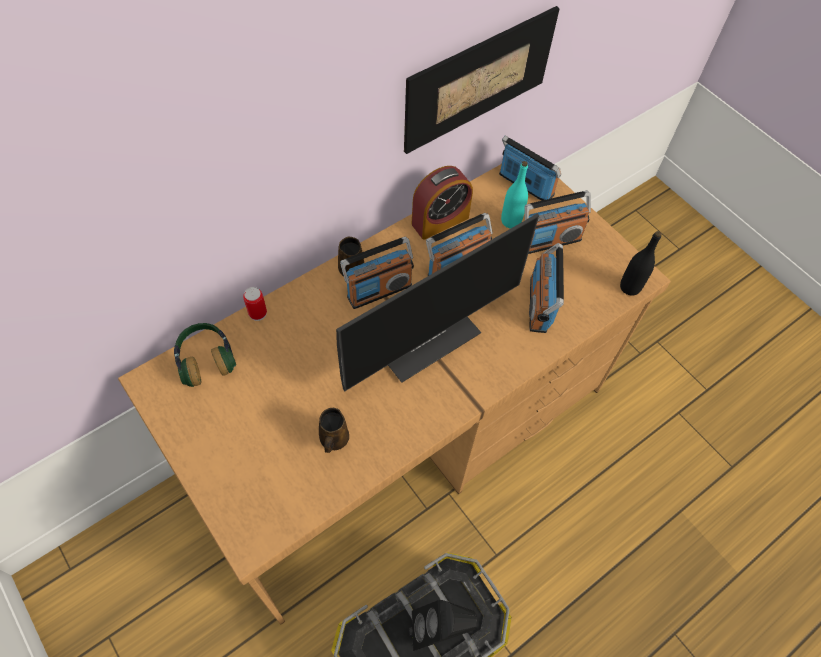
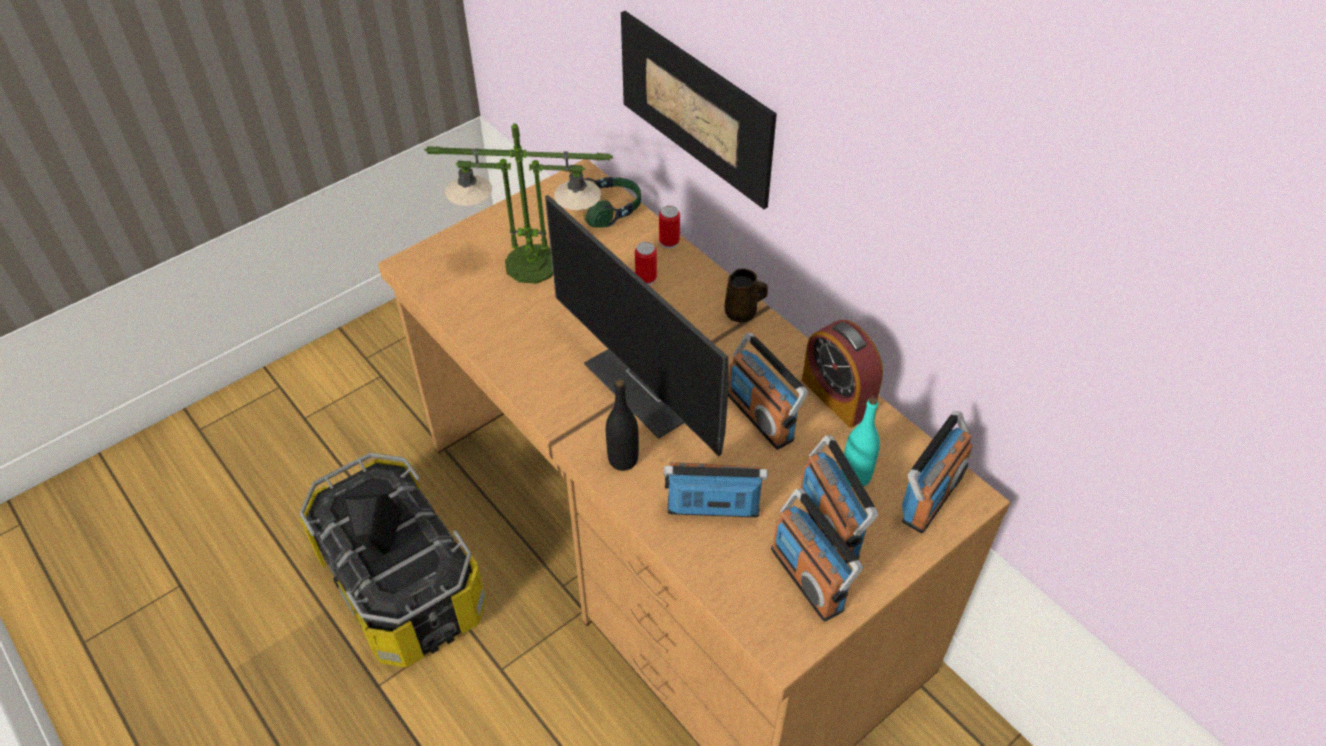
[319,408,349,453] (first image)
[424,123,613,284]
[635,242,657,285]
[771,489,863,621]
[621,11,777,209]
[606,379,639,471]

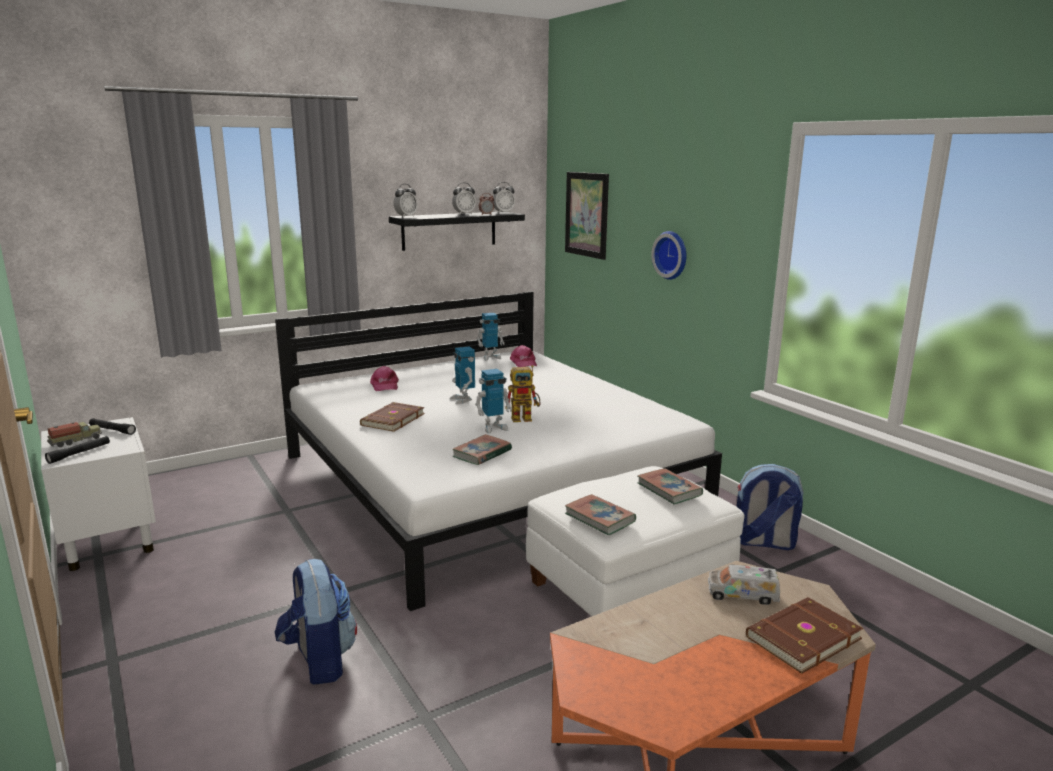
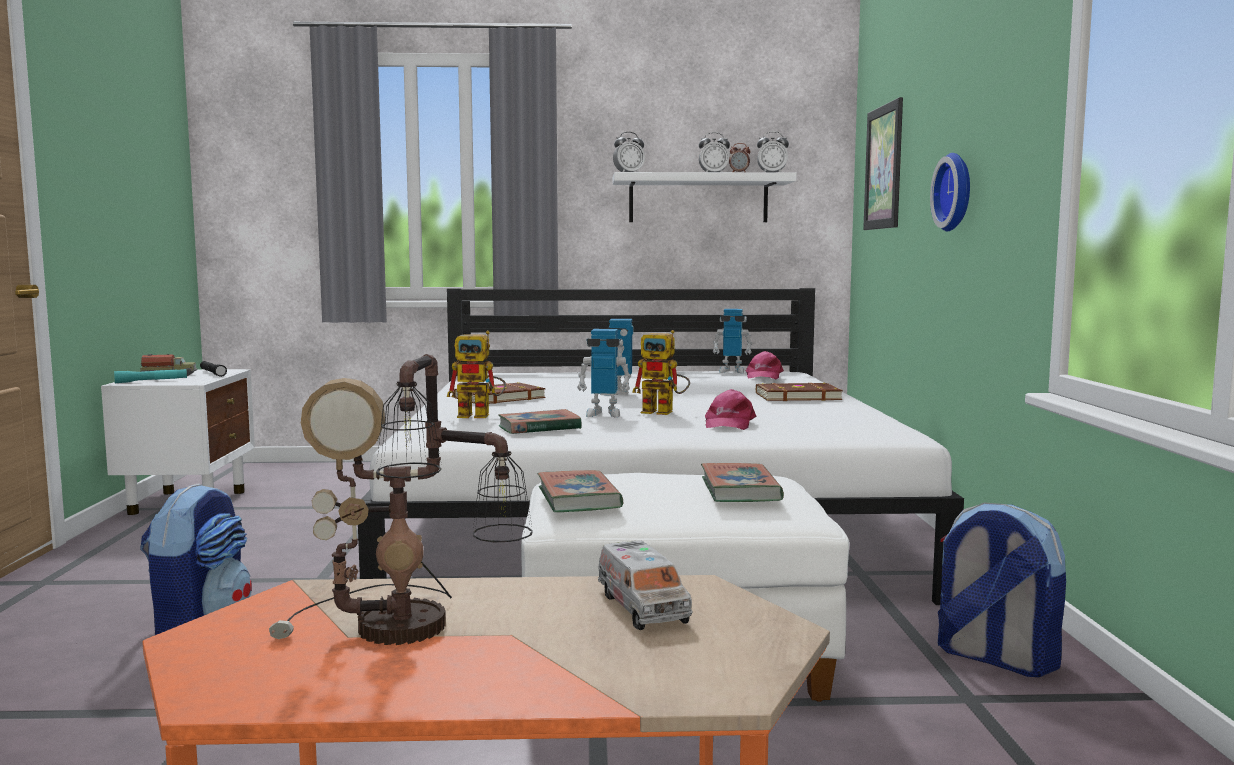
[269,354,533,645]
[447,331,506,418]
[705,389,757,430]
[756,383,843,401]
[114,369,187,383]
[613,172,797,222]
[598,540,693,630]

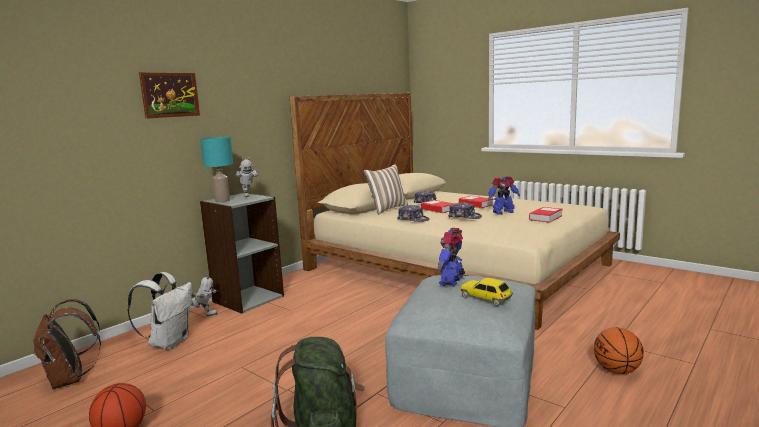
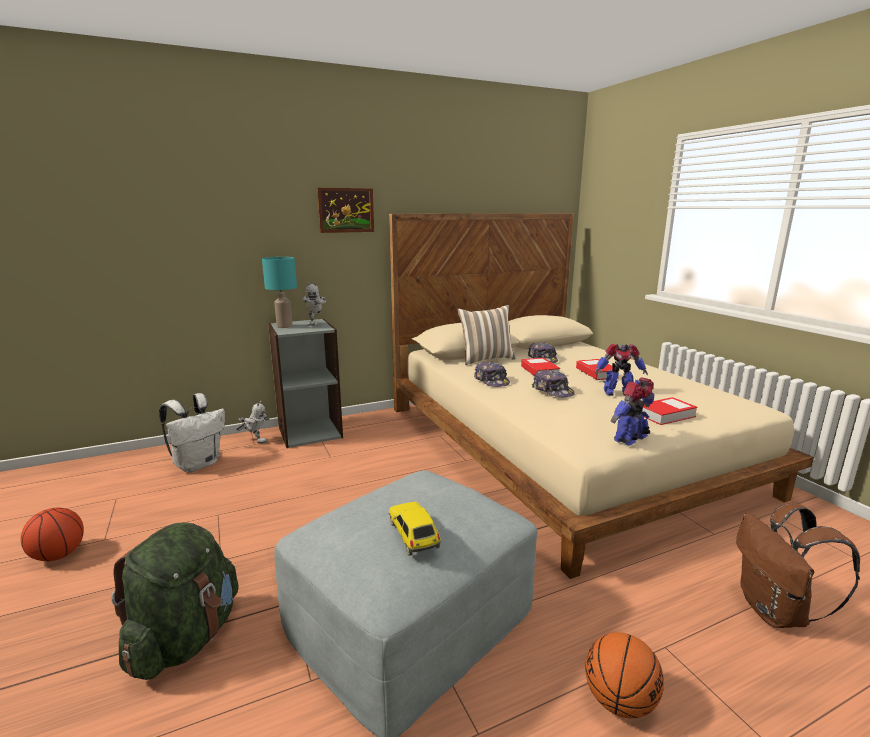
[736,503,860,628]
[317,188,374,233]
[611,377,654,446]

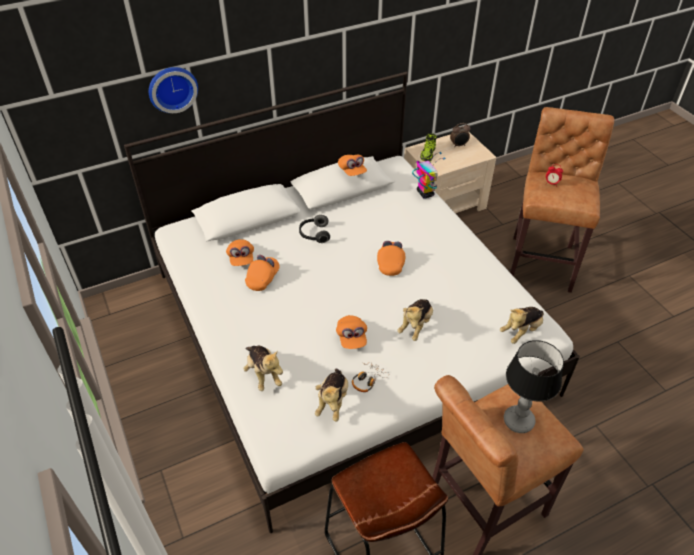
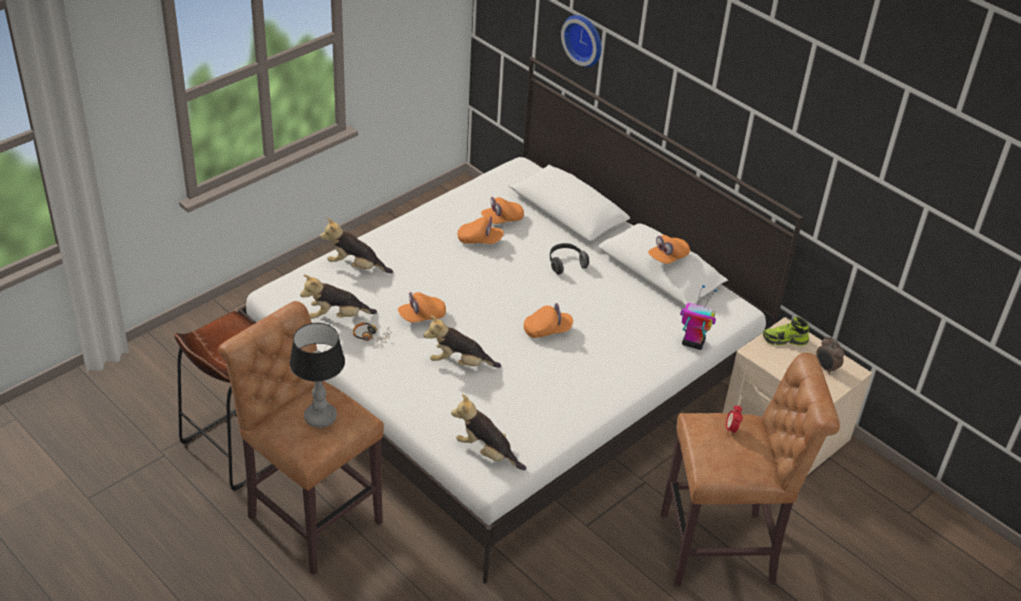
[320,218,393,274]
[680,285,717,350]

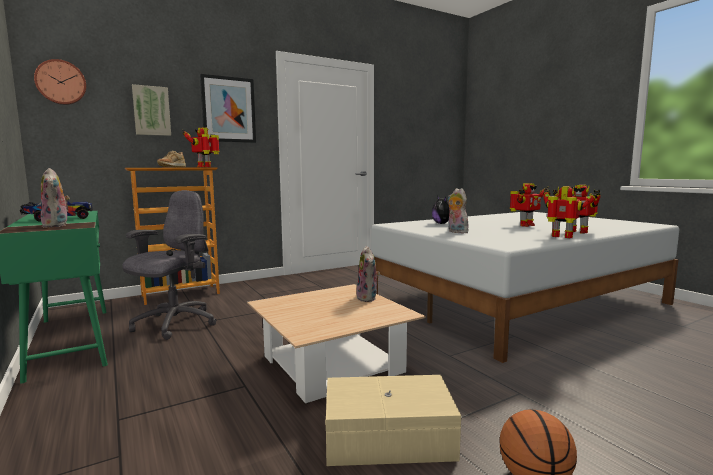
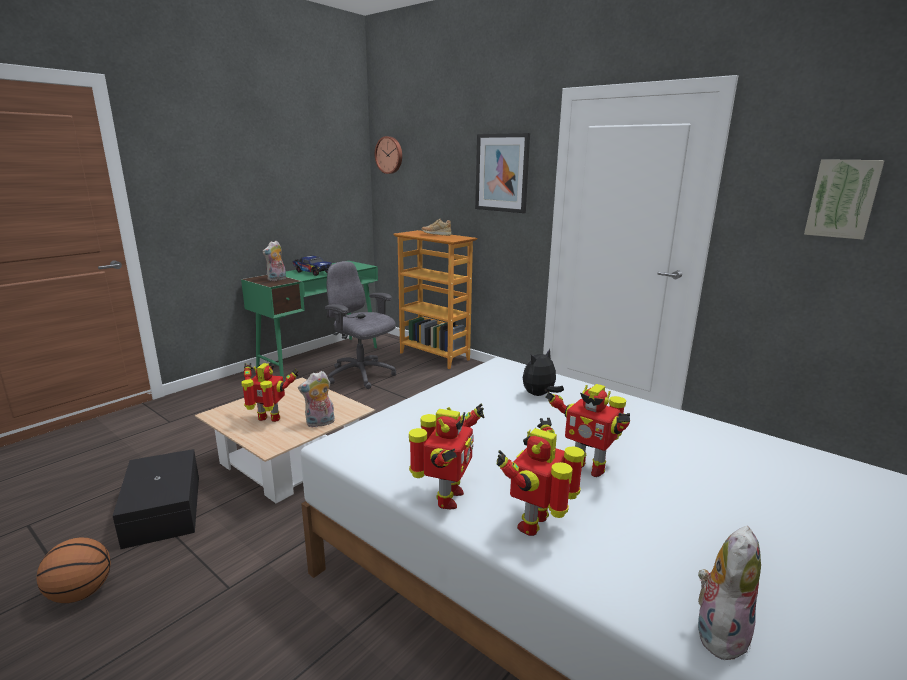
[804,159,885,240]
[241,363,299,422]
[698,526,761,666]
[113,449,199,549]
[325,261,396,389]

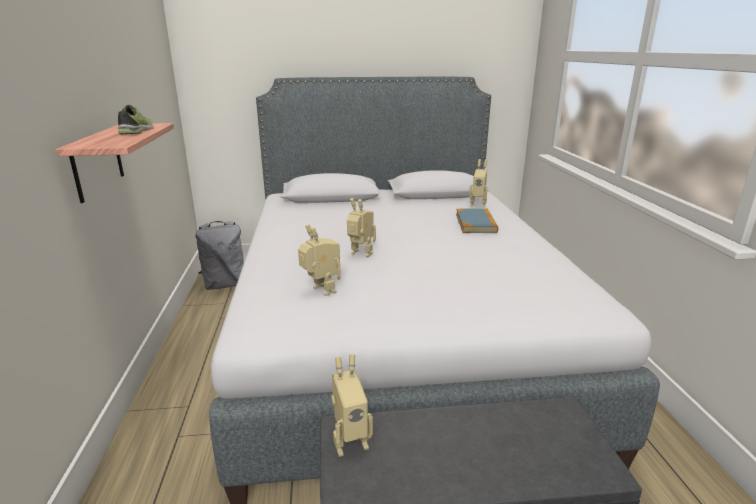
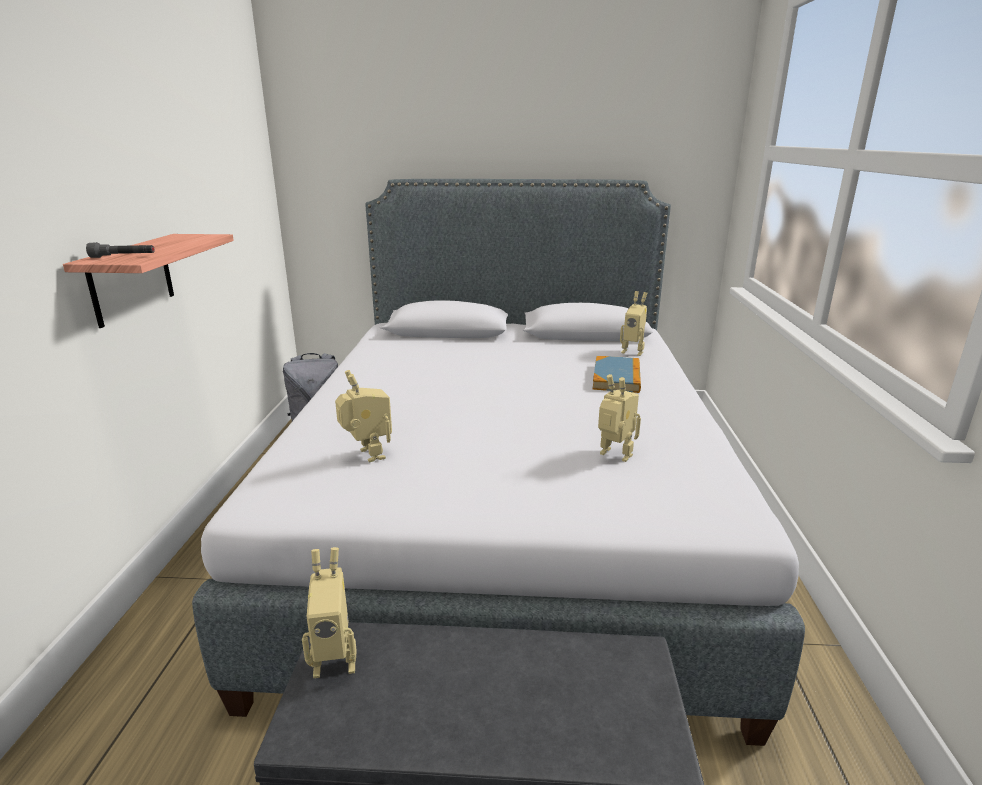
[118,105,154,135] (first image)
[86,242,155,258]
[598,374,641,462]

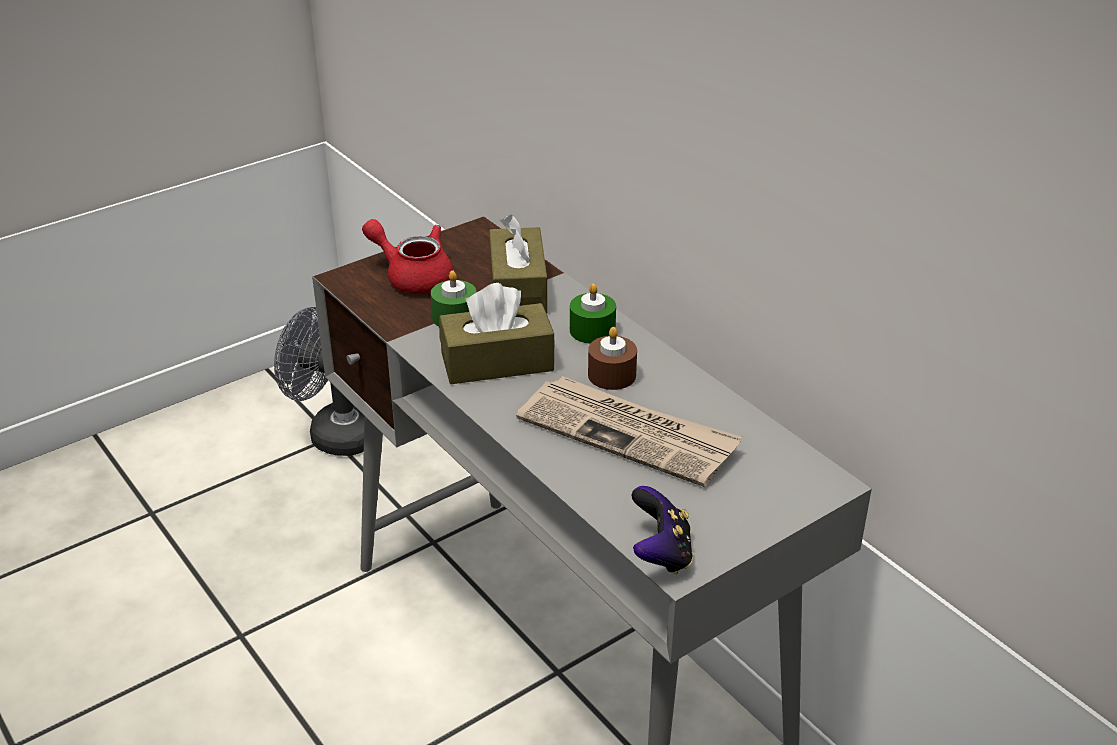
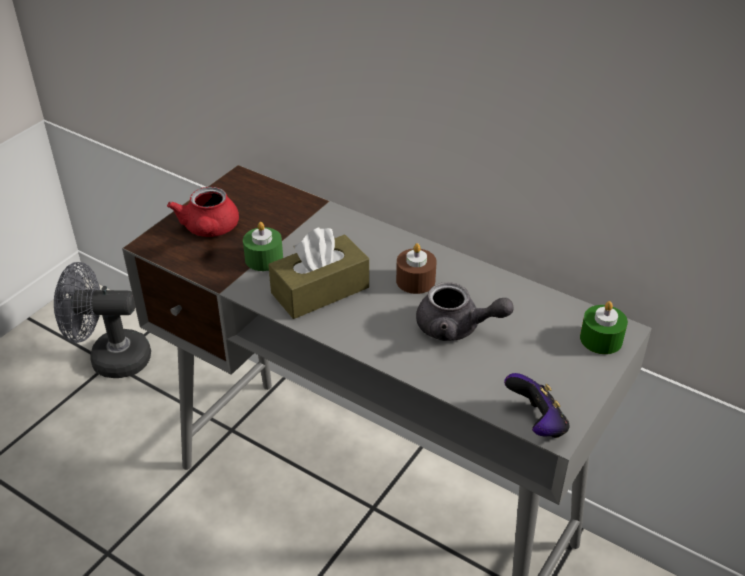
[489,214,547,313] (first image)
[580,301,628,354]
[416,282,514,341]
[167,187,239,237]

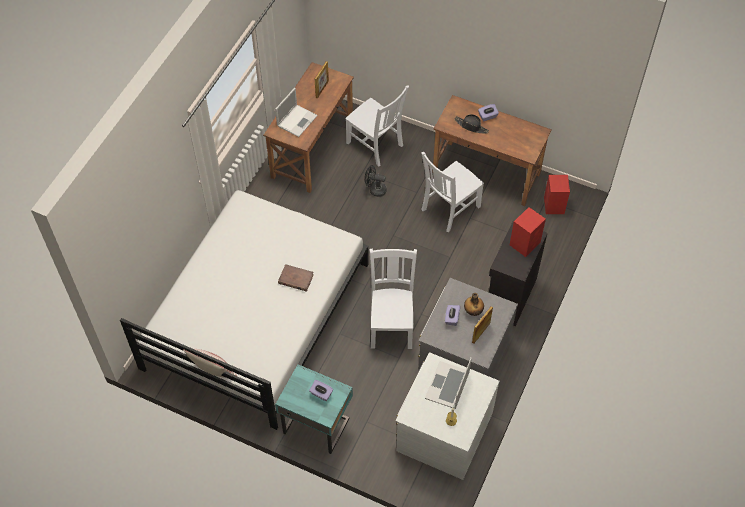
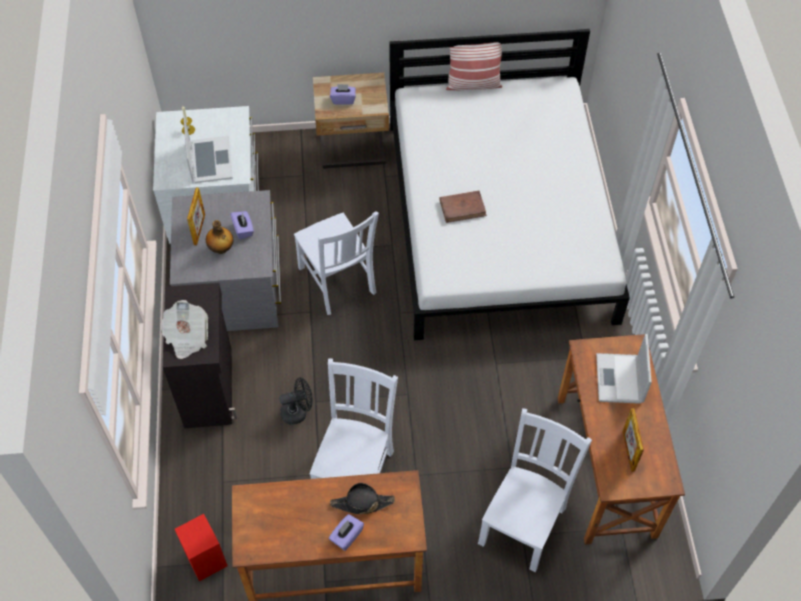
[279,377,313,425]
[160,300,208,359]
[313,73,389,169]
[478,408,592,572]

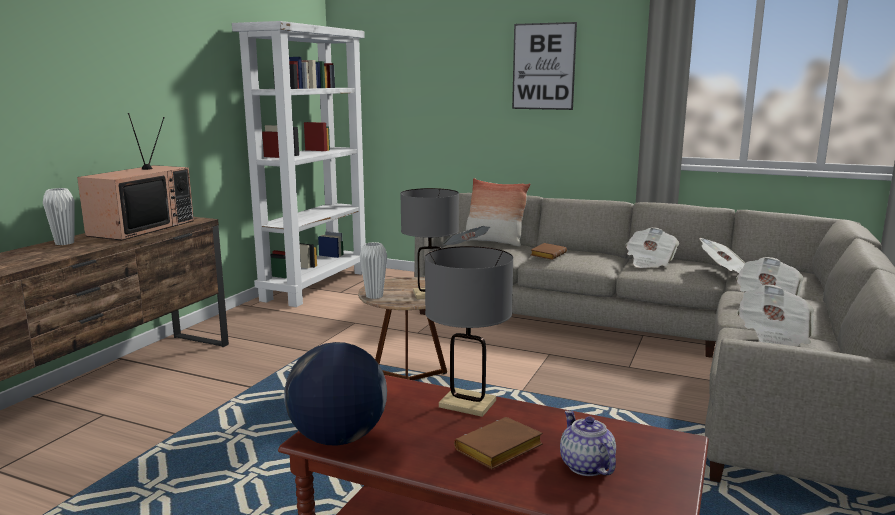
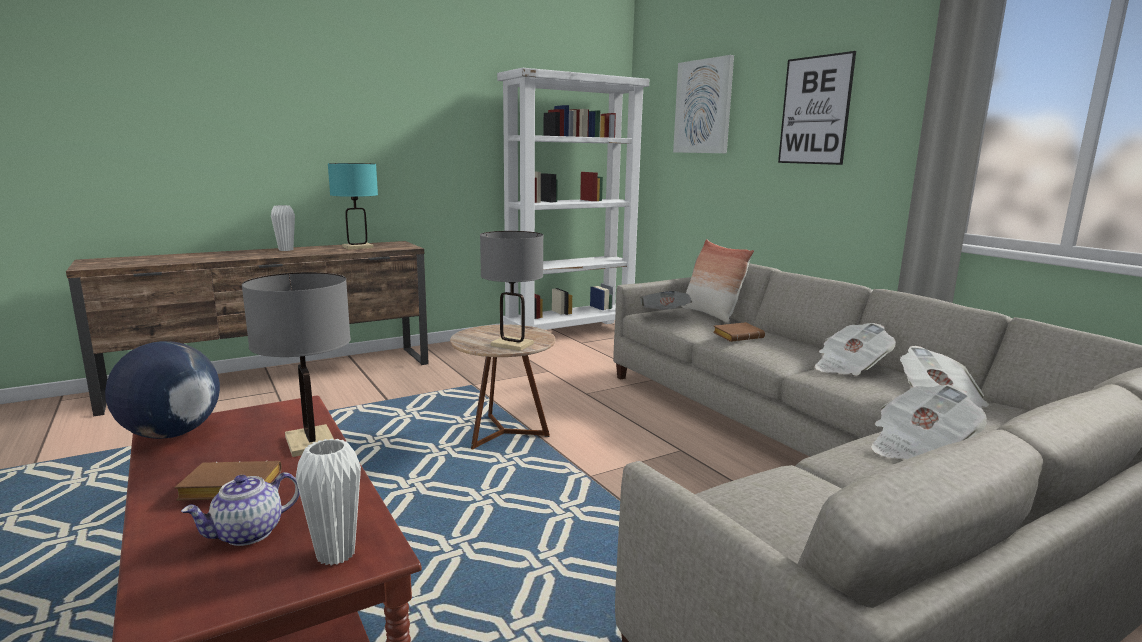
[737,285,814,346] (first image)
[673,55,734,153]
[296,439,361,566]
[328,163,378,250]
[181,472,300,546]

